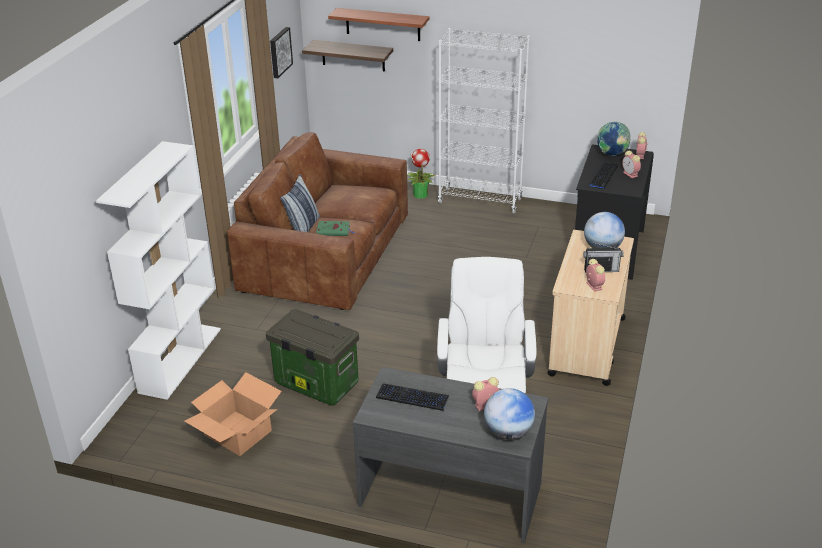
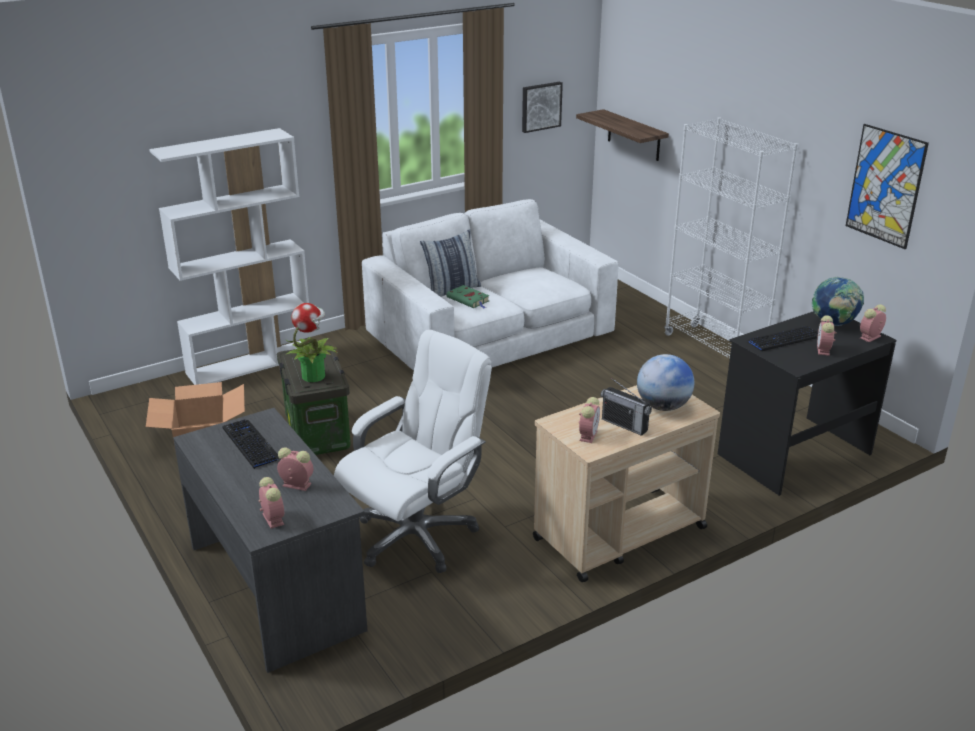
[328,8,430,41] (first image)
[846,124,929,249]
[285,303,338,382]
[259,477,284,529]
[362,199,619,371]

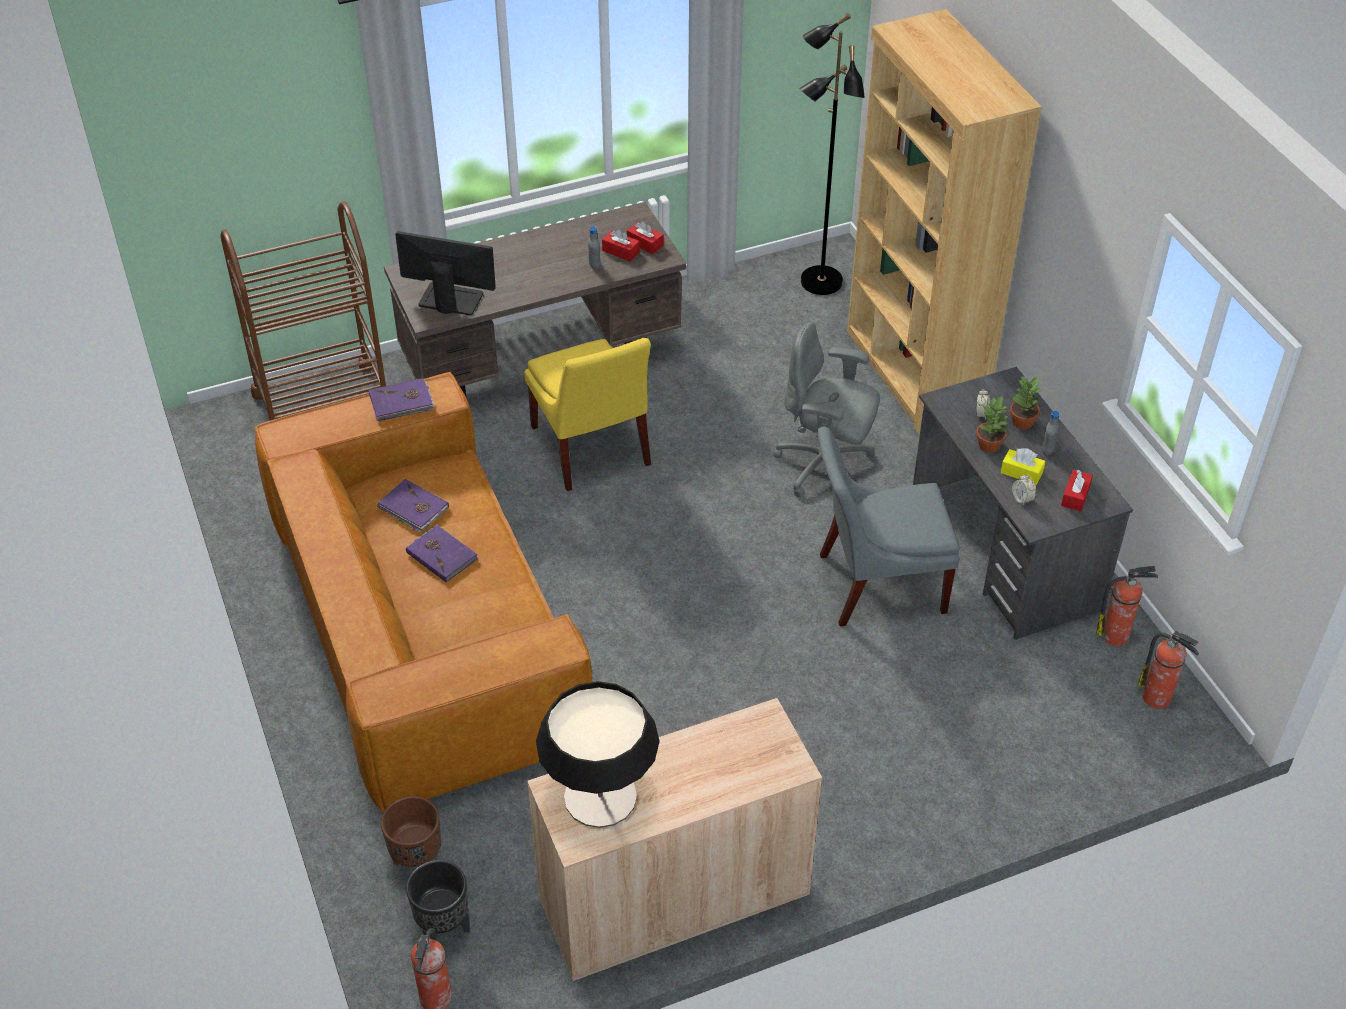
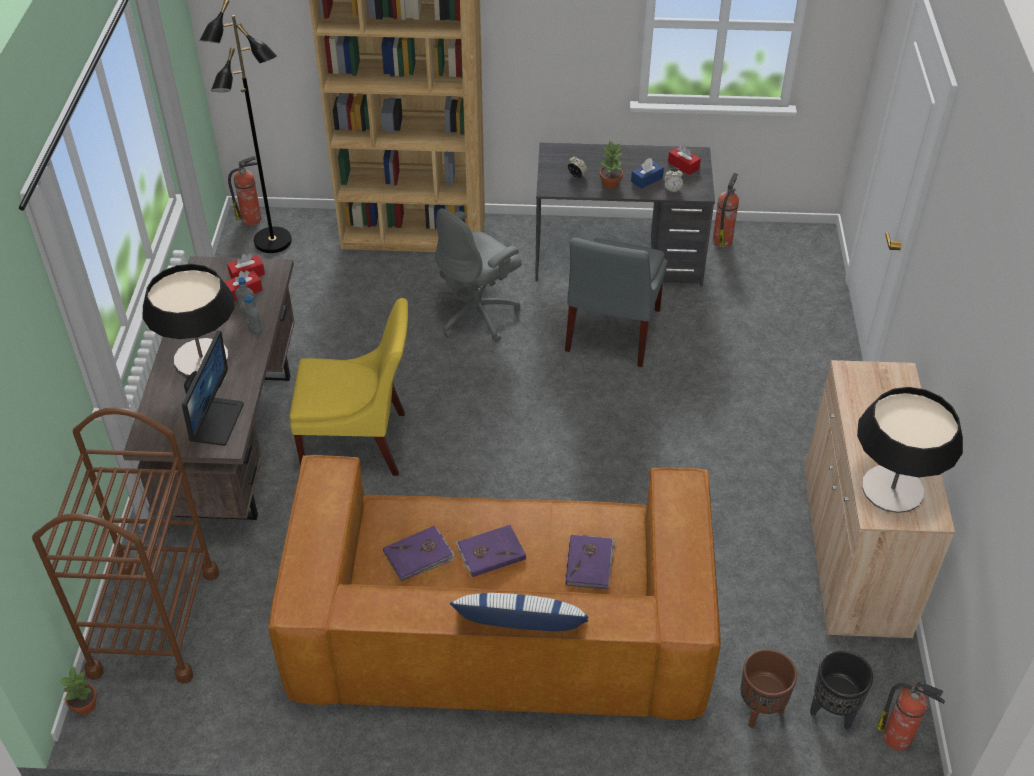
[142,264,234,376]
[449,593,588,631]
[565,535,615,590]
[60,666,97,715]
[244,295,262,335]
[228,156,261,225]
[631,158,664,189]
[182,331,244,446]

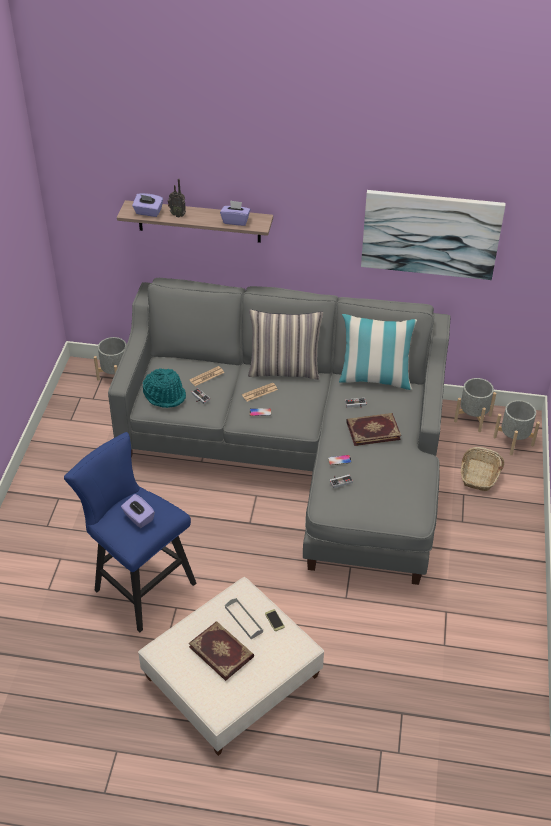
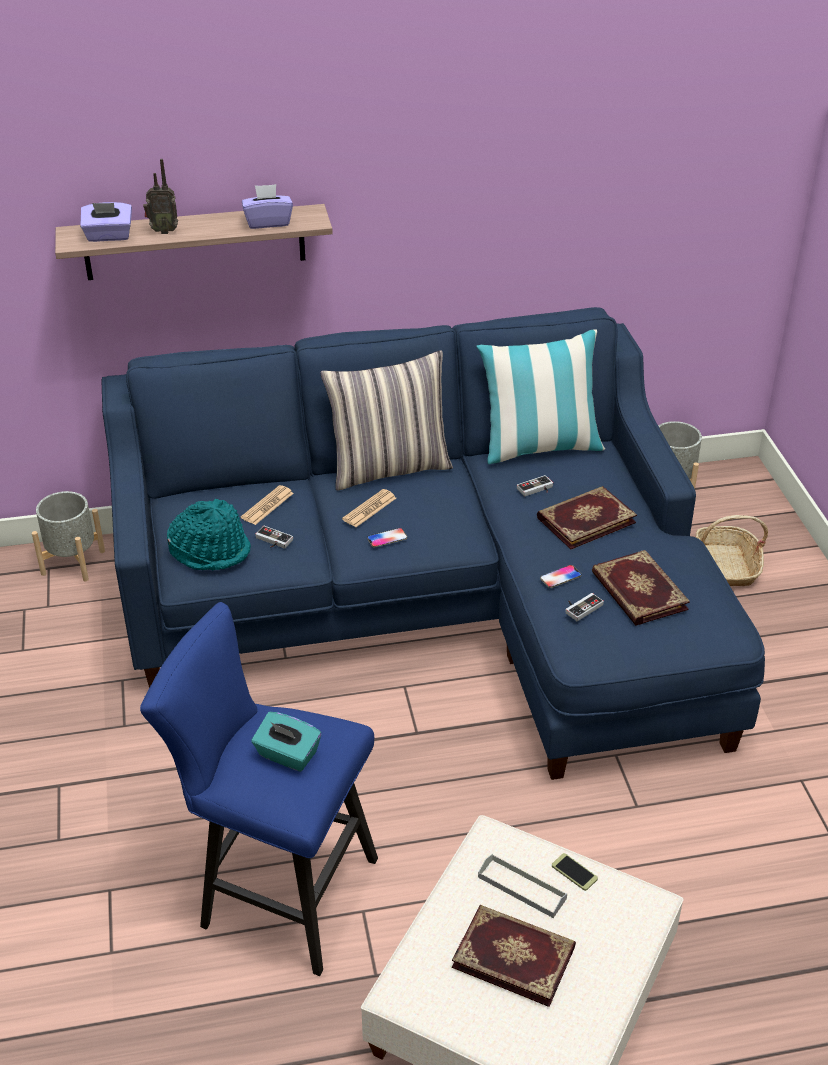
[361,190,505,280] (first image)
[493,400,540,455] (first image)
[592,550,690,626]
[102,307,765,780]
[252,712,321,772]

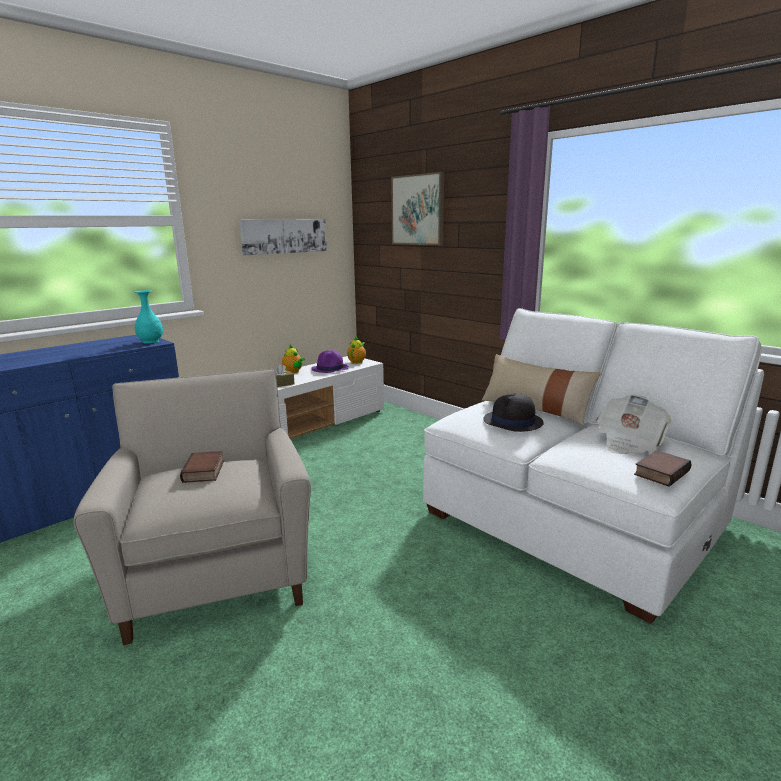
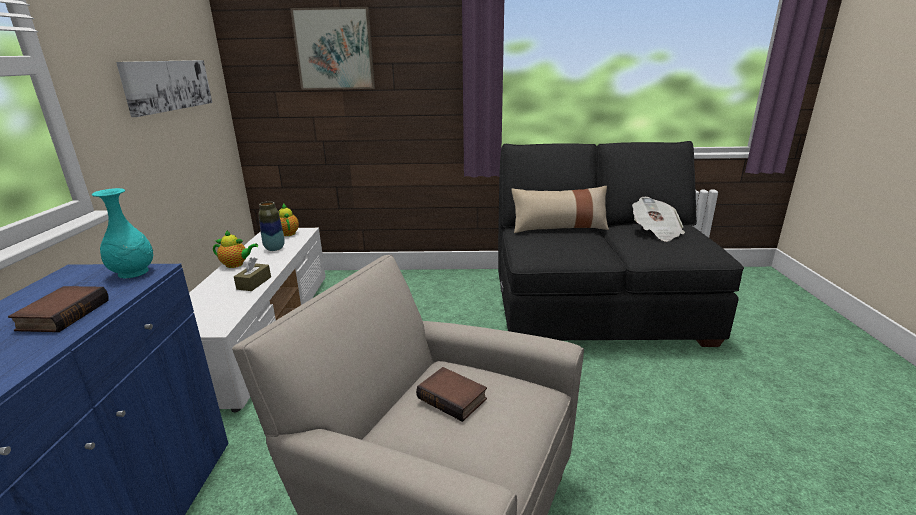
[483,393,544,432] (first image)
[8,286,109,332]
[259,202,285,251]
[498,141,744,347]

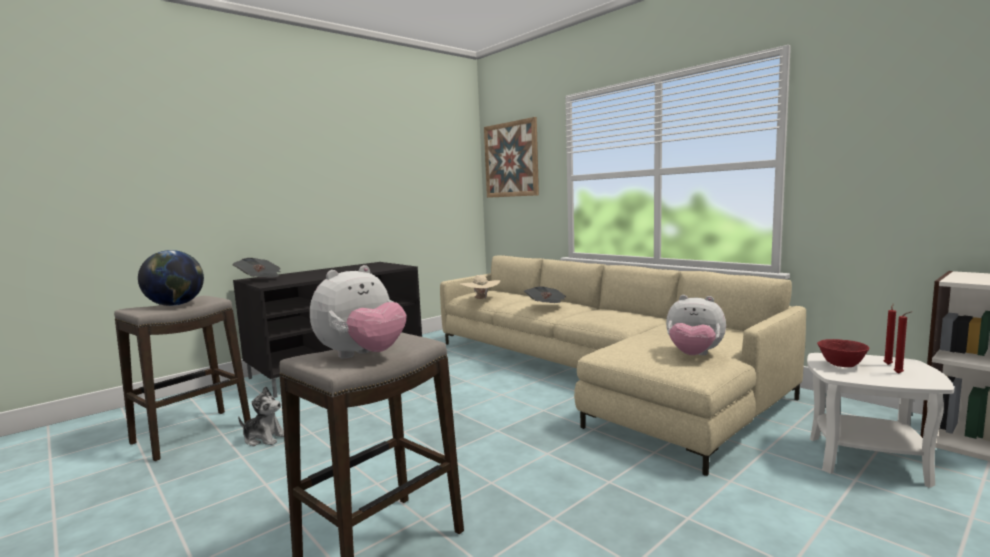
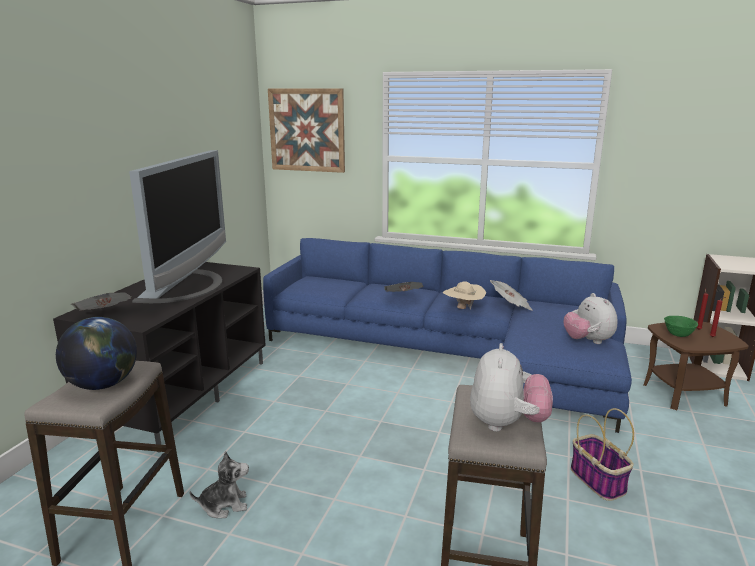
[129,150,226,303]
[490,280,533,311]
[571,408,634,501]
[443,281,486,310]
[263,238,632,433]
[644,322,748,410]
[664,316,698,337]
[564,293,618,344]

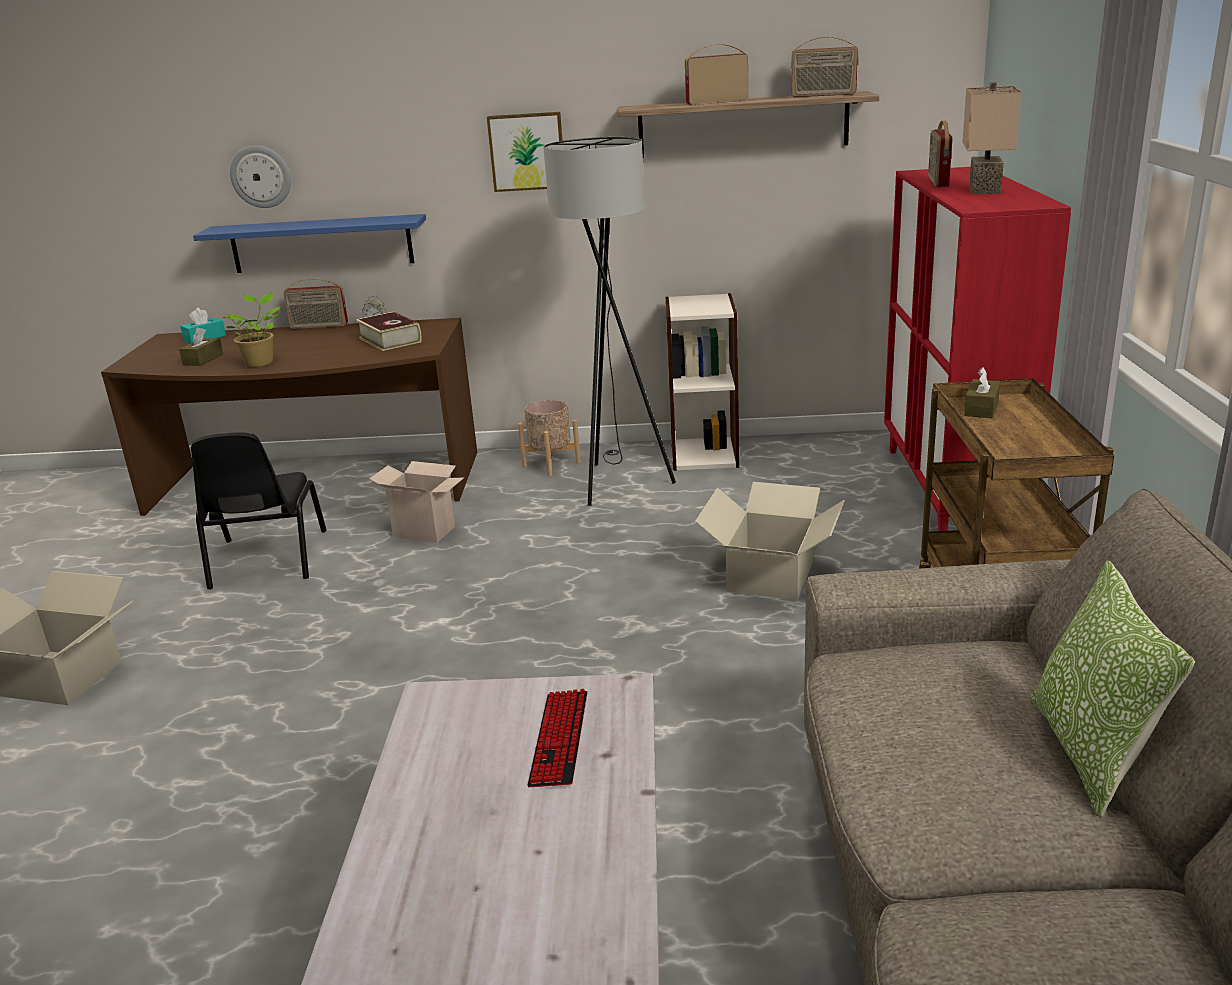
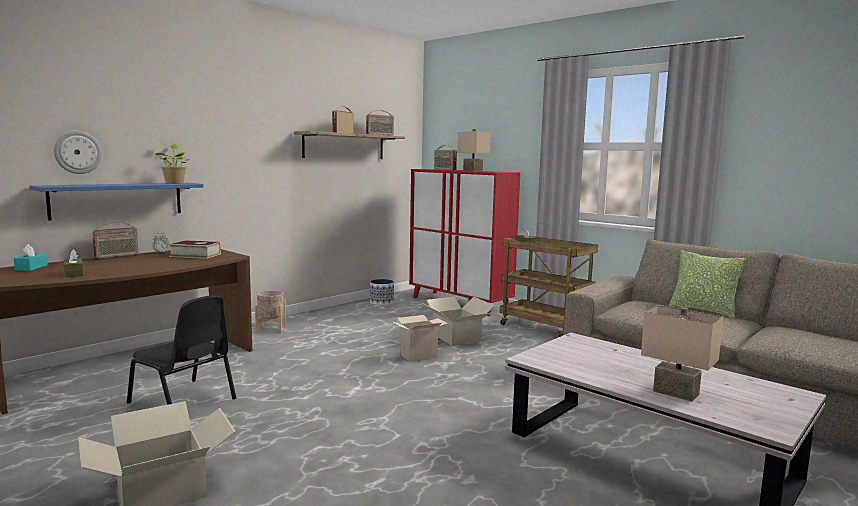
[487,112,563,192] (first image)
[527,689,587,787] (first image)
[543,137,676,506] (first image)
[665,293,739,471] (first image)
[370,279,394,305]
[641,305,724,402]
[155,144,189,184]
[392,315,448,362]

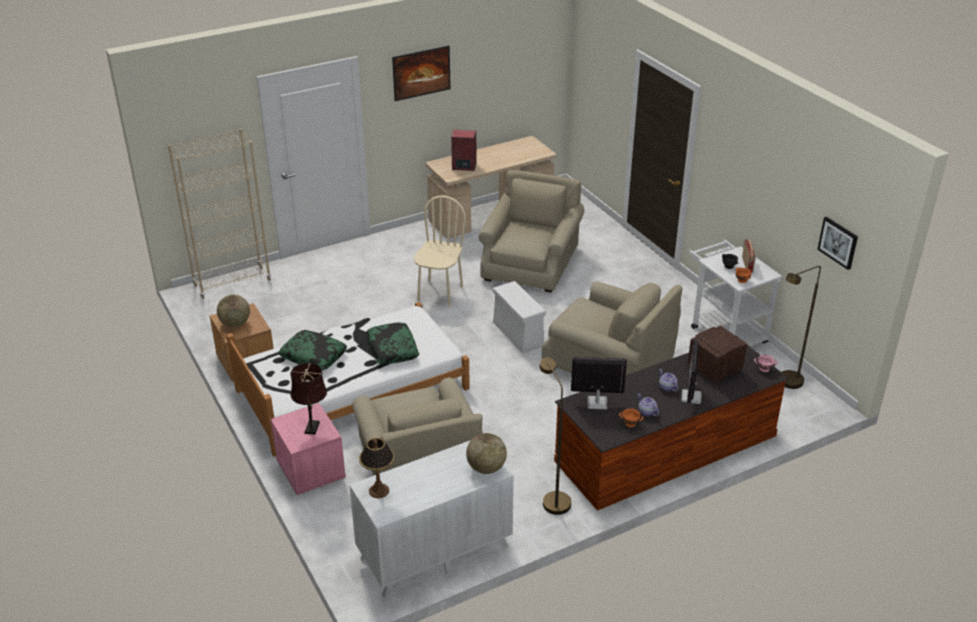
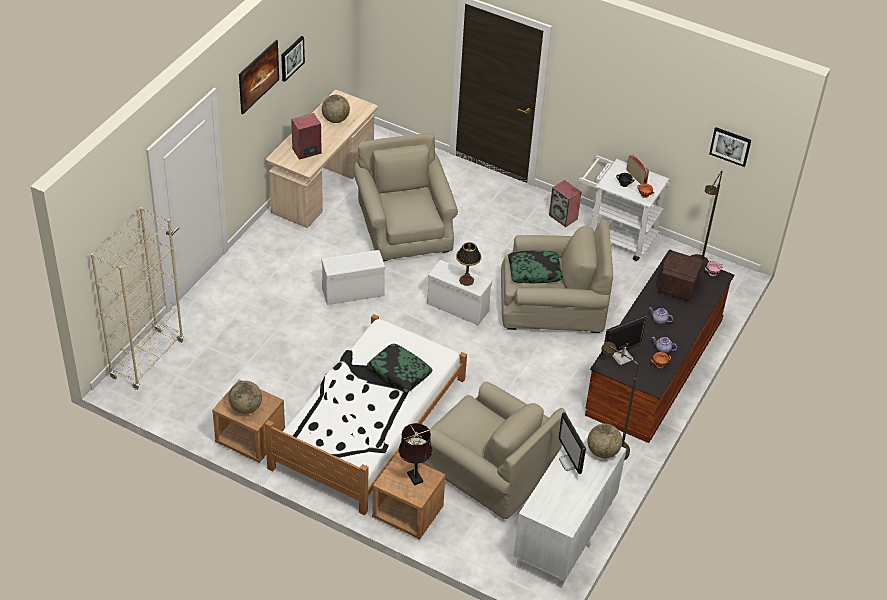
[281,36,305,82]
[322,95,350,123]
[549,180,582,227]
[508,250,563,283]
[456,242,482,286]
[558,412,586,474]
[322,250,385,305]
[372,452,446,539]

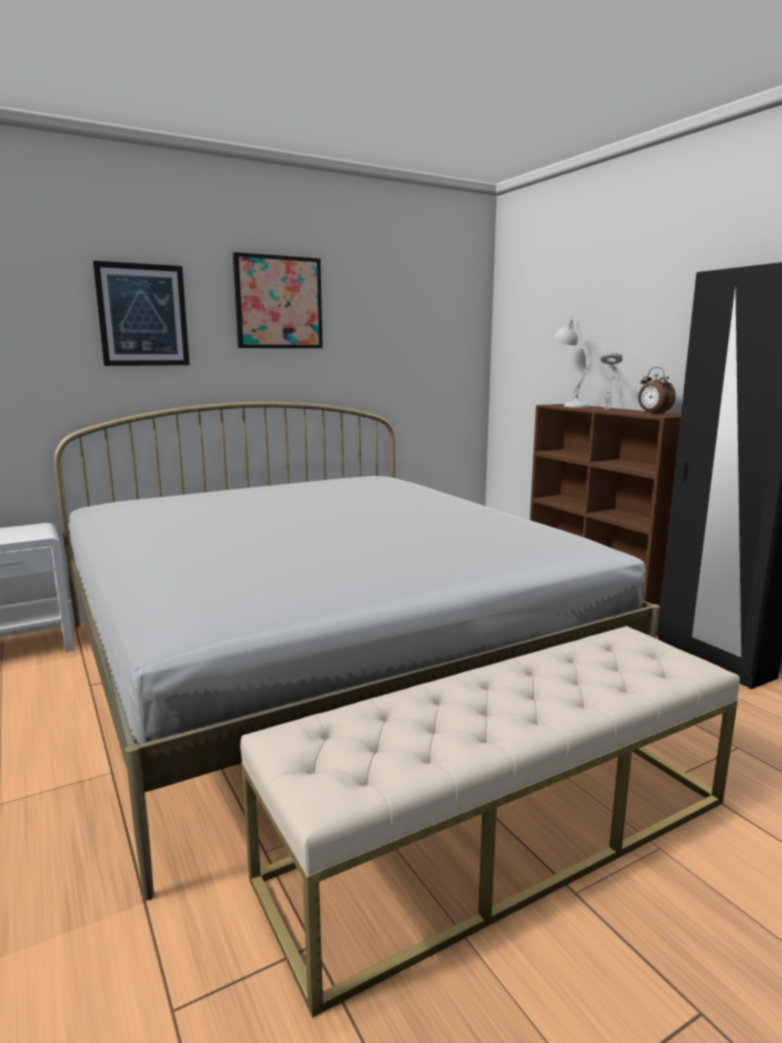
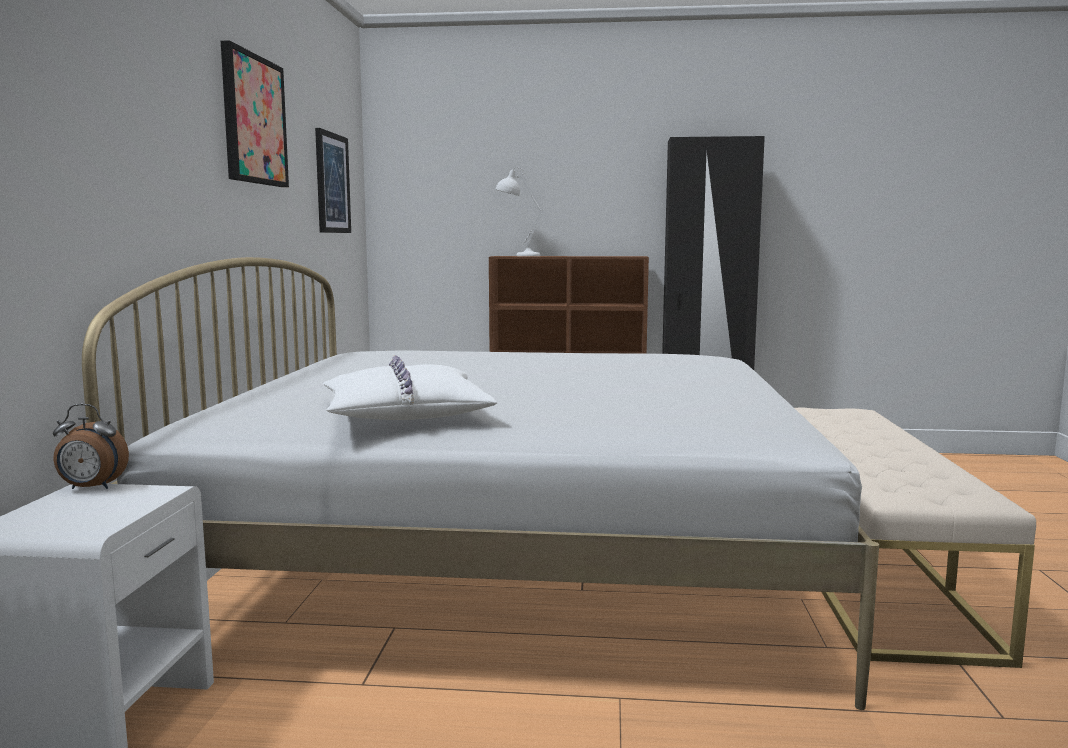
[600,353,623,410] (first image)
[322,355,497,420]
[315,128,351,233]
[53,404,129,489]

